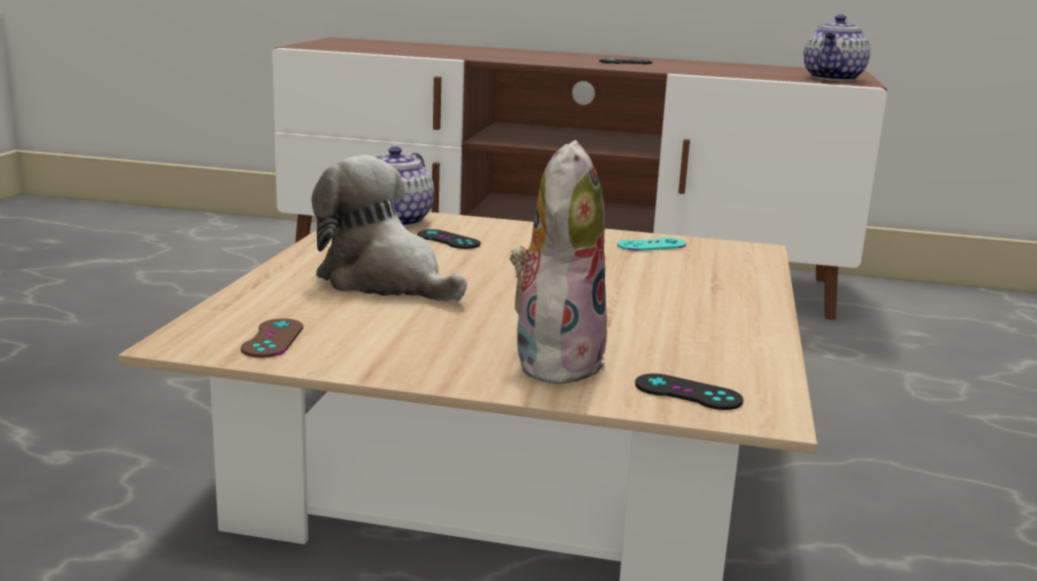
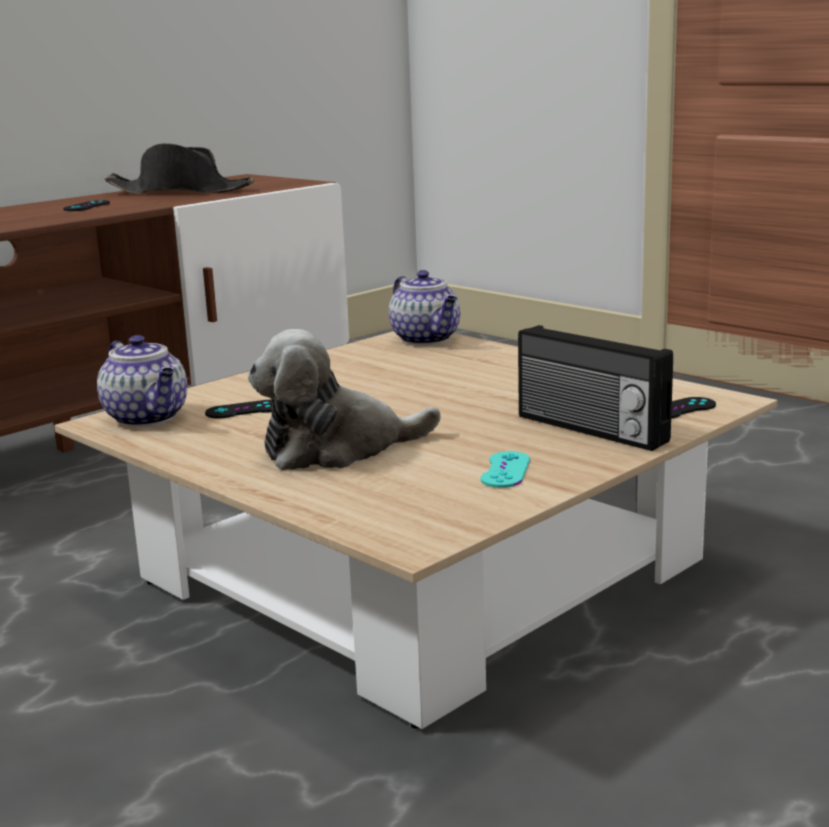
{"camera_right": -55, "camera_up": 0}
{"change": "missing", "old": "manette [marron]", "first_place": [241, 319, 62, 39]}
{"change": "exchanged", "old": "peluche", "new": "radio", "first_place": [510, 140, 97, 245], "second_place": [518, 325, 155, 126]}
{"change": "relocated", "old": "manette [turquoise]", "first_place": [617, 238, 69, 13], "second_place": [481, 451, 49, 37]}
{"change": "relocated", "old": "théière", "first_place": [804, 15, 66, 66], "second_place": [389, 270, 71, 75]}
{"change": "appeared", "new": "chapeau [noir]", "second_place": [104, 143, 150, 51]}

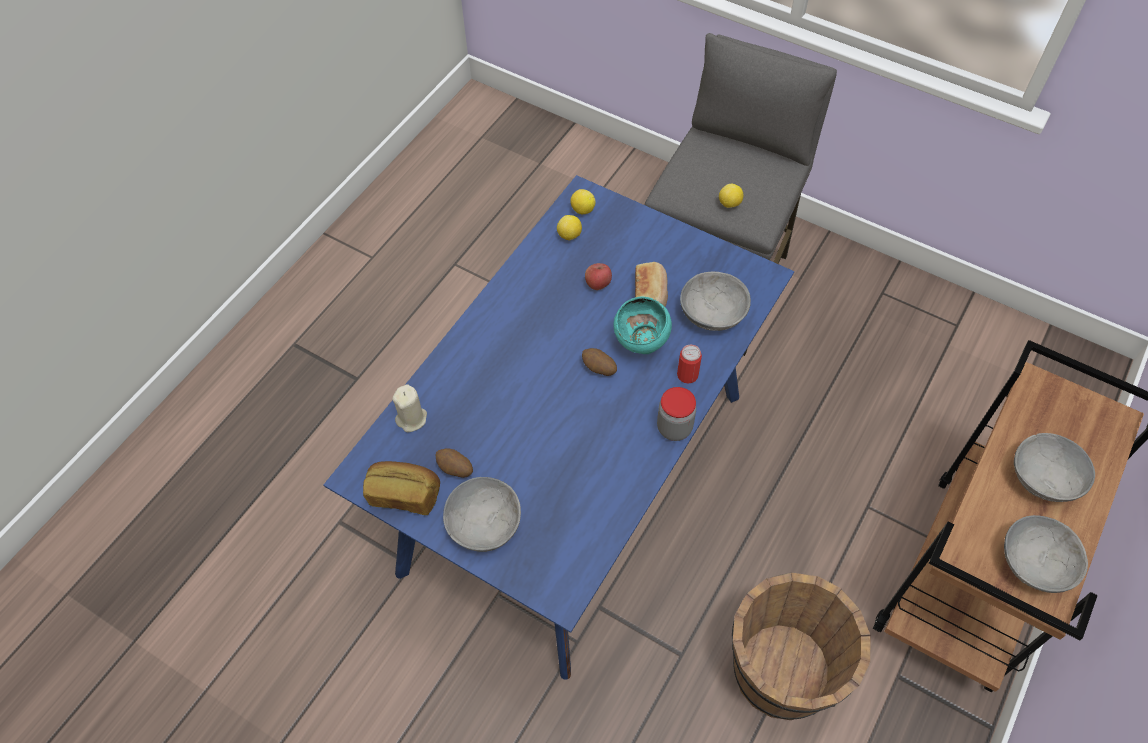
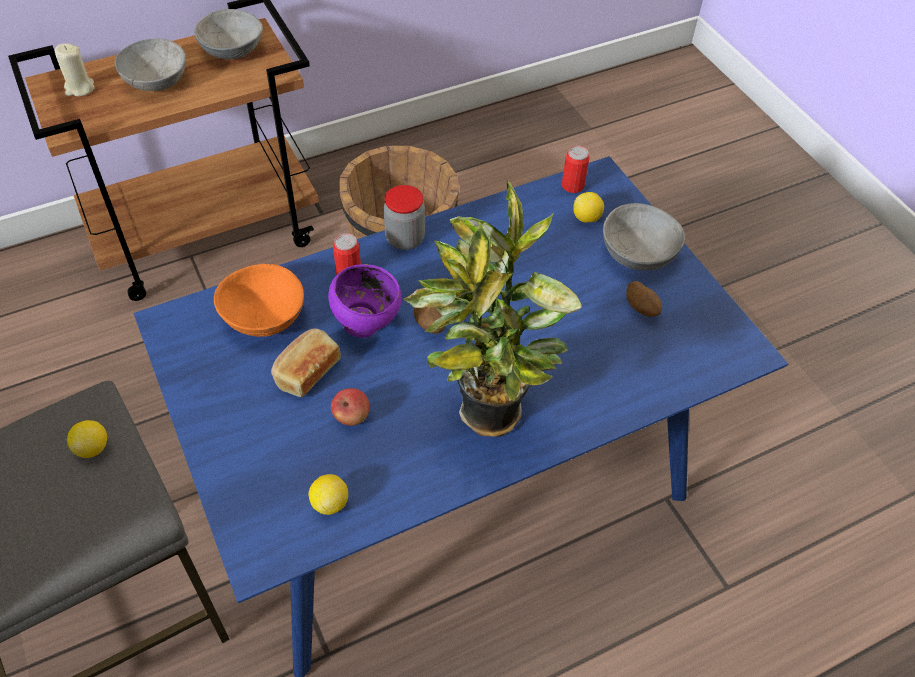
{"camera_right": -150, "camera_up": -5}
{"change": "missing", "old": "pain", "first_place": [363, 461, 77, 54]}
{"change": "relocated", "old": "bougie [beige]", "first_place": [392, 385, 35, 47], "second_place": [55, 43, 39, 53]}
{"change": "relocated", "old": "citron", "first_place": [570, 189, 26, 25], "second_place": [573, 192, 31, 30]}
{"change": "colour", "old": "bol [turquoise]", "new": "bol [violet]", "first_place": [613, 297, 59, 57], "second_place": [328, 264, 74, 74]}
{"change": "colour", "old": "bol [gris]", "new": "bol [orange]", "first_place": [680, 272, 71, 59], "second_place": [214, 264, 90, 73]}
{"change": "appeared", "new": "plante en pot", "second_place": [403, 180, 179, 257]}
{"change": "appeared", "new": "boîte métallique", "second_place": [562, 145, 28, 48]}

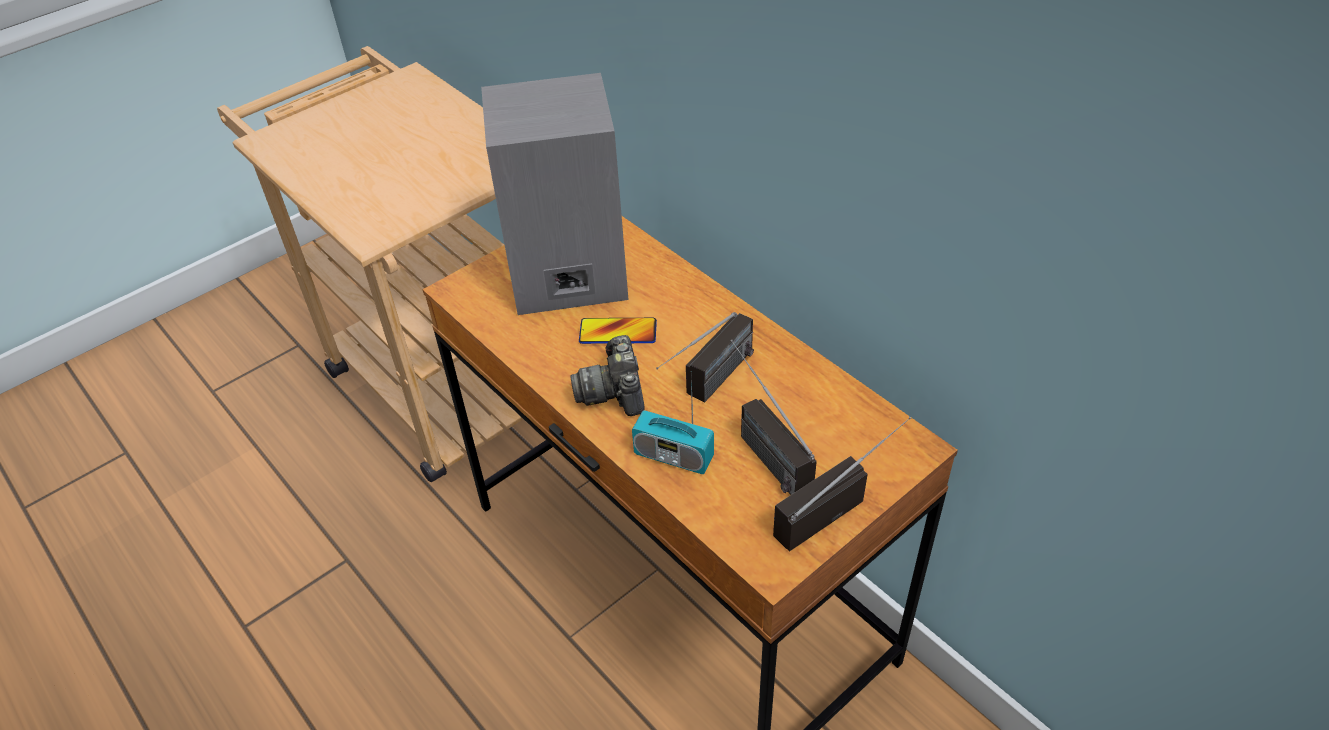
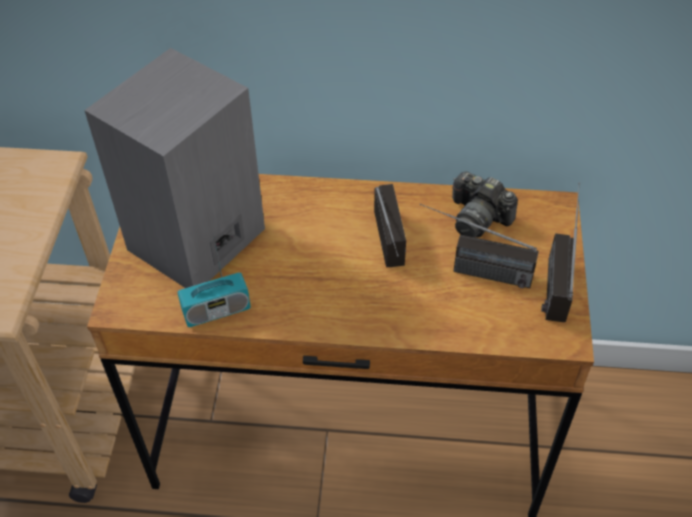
{"camera_right": -45, "camera_up": 5}
{"change": "relocated", "old": "appareil photo", "first_place": [570, 335, 75, 81], "second_place": [452, 171, 66, 66]}
{"change": "missing", "old": "téléphone", "first_place": [579, 318, 78, 26]}
{"change": "relocated", "old": "radio", "first_place": [632, 376, 82, 98], "second_place": [177, 238, 74, 89]}

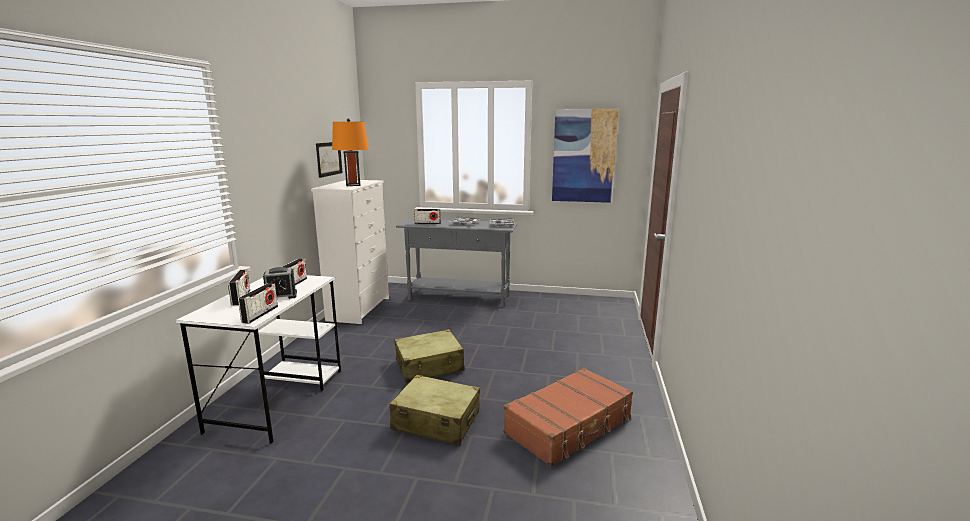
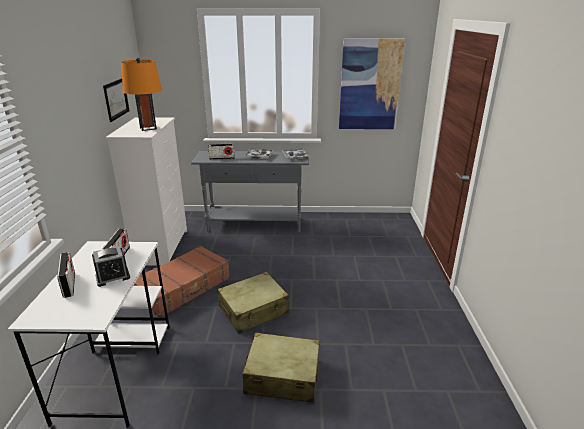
{"camera_right": -10, "camera_up": 10}
{"change": "missing", "old": "radio", "first_place": [238, 283, 40, 41]}
{"change": "relocated", "old": "valise [marron]", "first_place": [503, 368, 130, 99], "second_place": [134, 246, 96, 71]}

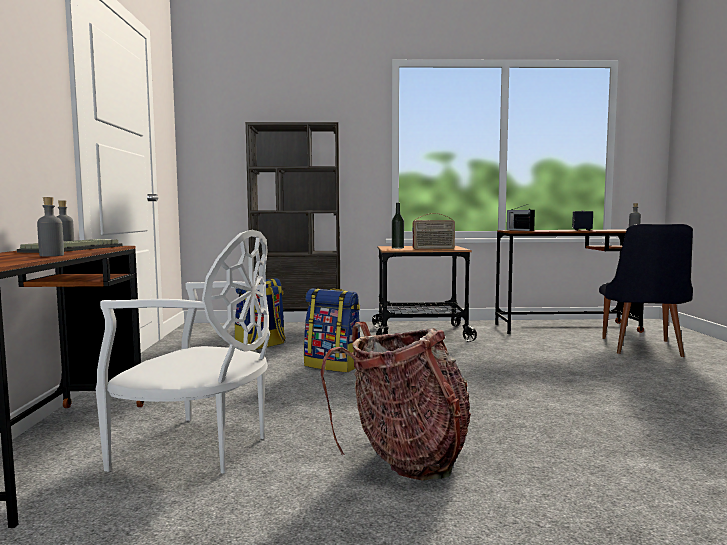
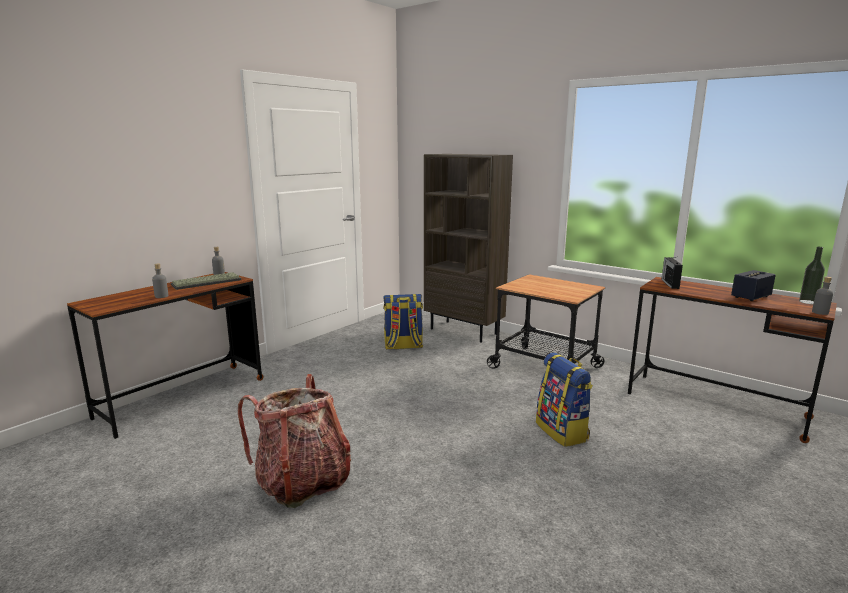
{"camera_right": 40, "camera_up": 10}
{"change": "missing", "old": "chaise [blanc]", "first_place": [96, 230, 174, 244]}
{"change": "relocated", "old": "sac à dos", "first_place": [304, 289, 56, 84], "second_place": [536, 352, 57, 95]}
{"change": "relocated", "old": "bouteille", "first_place": [392, 203, 12, 46], "second_place": [799, 247, 26, 57]}
{"change": "missing", "old": "radio", "first_place": [412, 213, 43, 36]}
{"change": "missing", "old": "chaise [noir]", "first_place": [599, 224, 94, 133]}

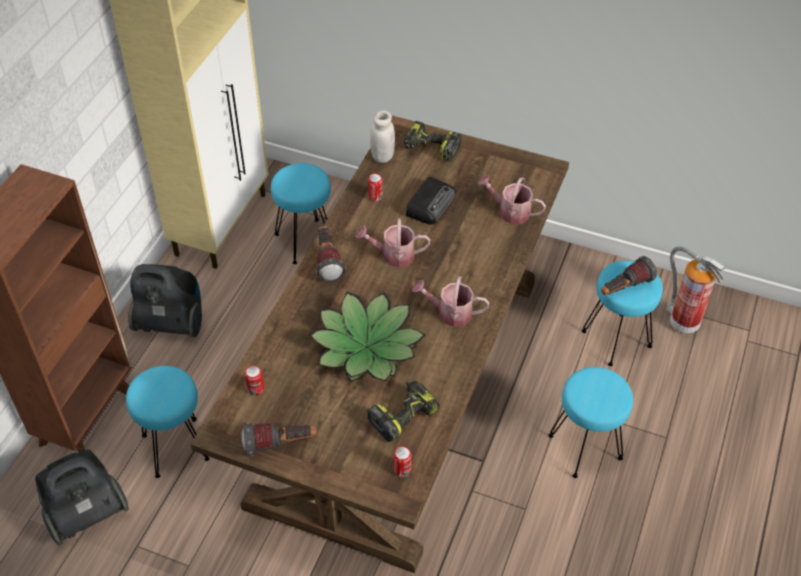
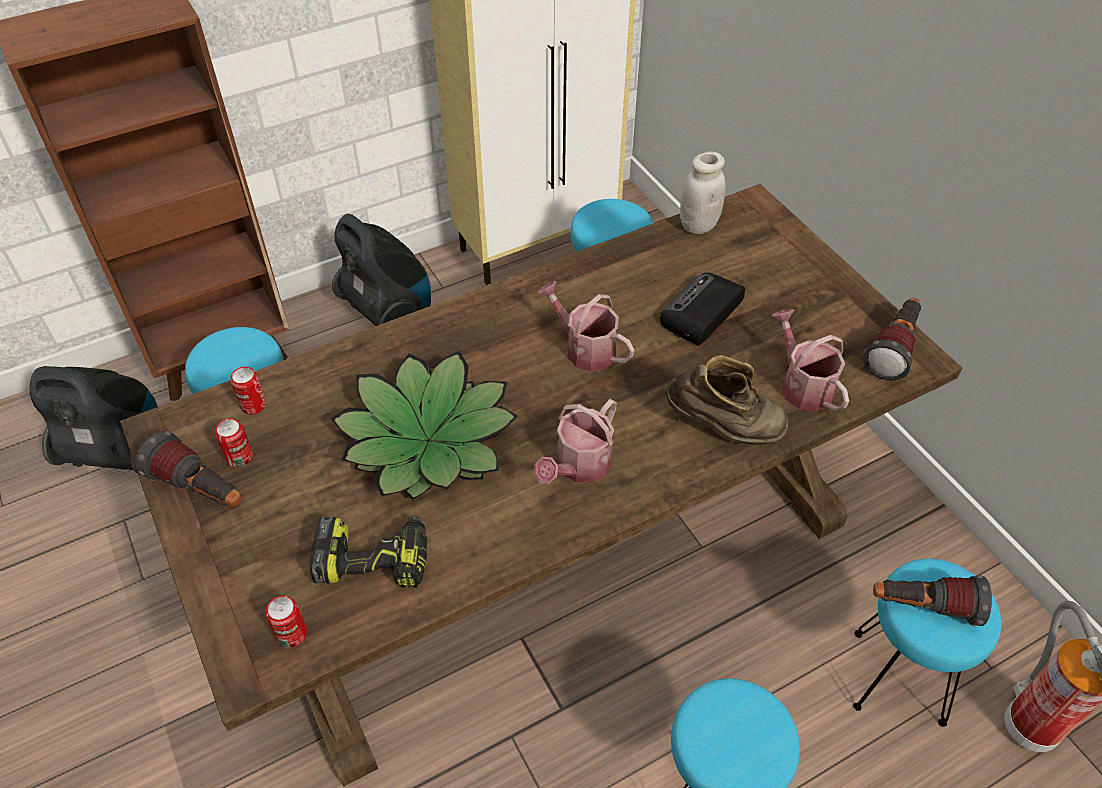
{"camera_right": 40, "camera_up": 0}
{"change": "relocated", "old": "lampe de poche", "first_place": [316, 226, 30, 56], "second_place": [863, 298, 58, 83]}
{"change": "relocated", "old": "boîte métallique", "first_place": [368, 173, 15, 28], "second_place": [215, 418, 38, 49]}
{"change": "missing", "old": "perceuse", "first_place": [404, 121, 57, 41]}
{"change": "spun", "old": "radio", "first_place": [406, 177, 50, 47], "second_place": [660, 272, 85, 74], "degrees": 150}
{"change": "spun", "old": "arrosoir", "first_place": [412, 276, 77, 51], "second_place": [534, 399, 83, 85], "degrees": -105}
{"change": "appeared", "new": "botte [marron]", "second_place": [666, 355, 122, 90]}

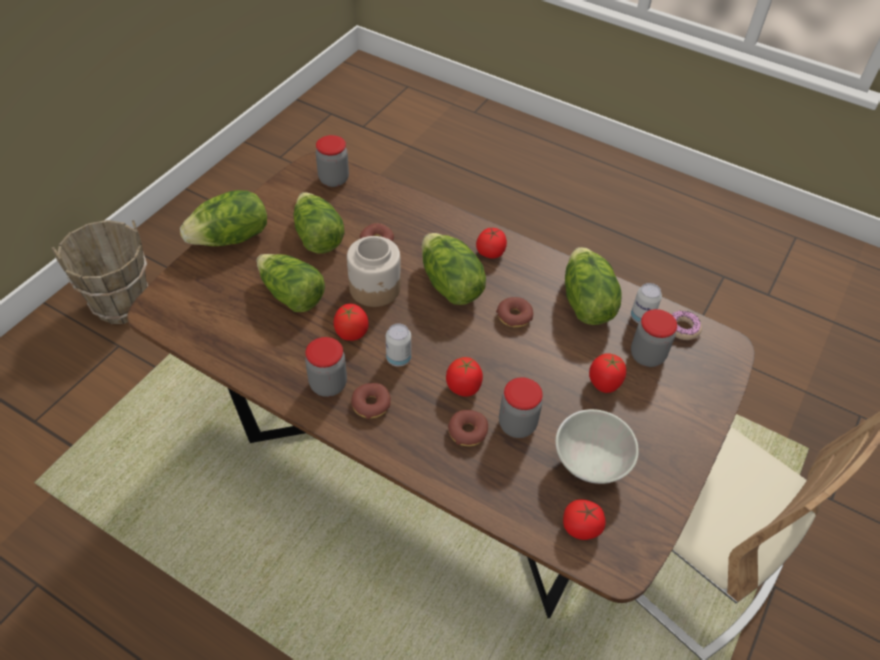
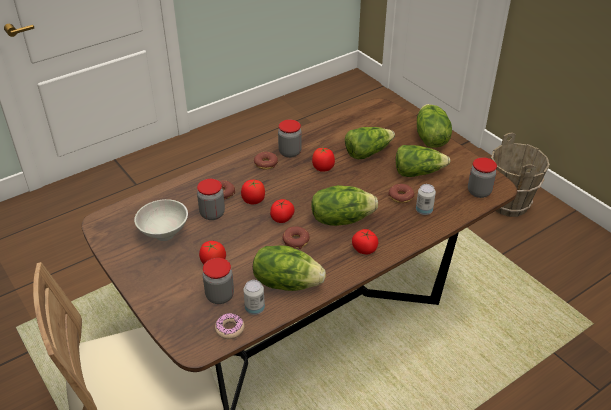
{"camera_right": 115, "camera_up": -10}
{"change": "missing", "old": "bocal", "first_place": [347, 236, 54, 71]}
{"change": "relocated", "old": "boîte métallique", "first_place": [386, 323, 25, 44], "second_place": [416, 184, 20, 31]}
{"change": "relocated", "old": "tomate", "first_place": [563, 499, 43, 41], "second_place": [270, 199, 25, 24]}

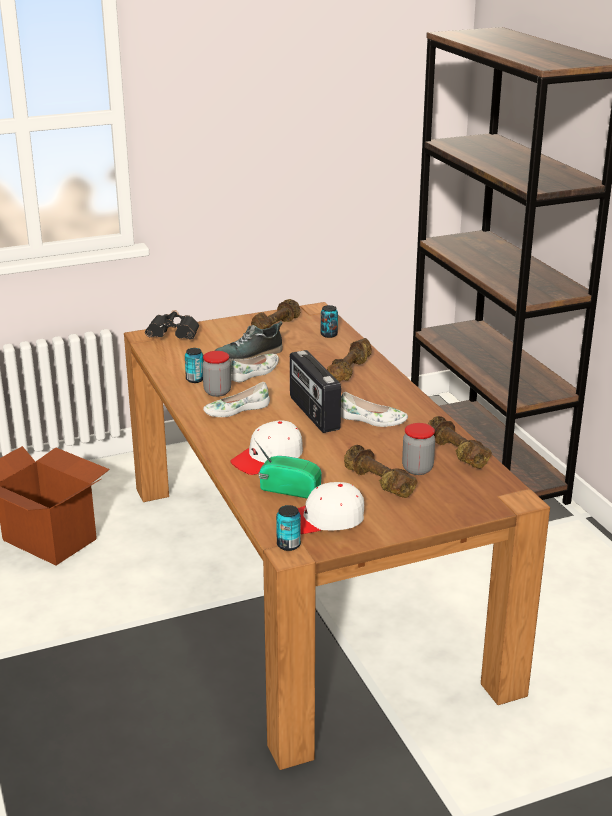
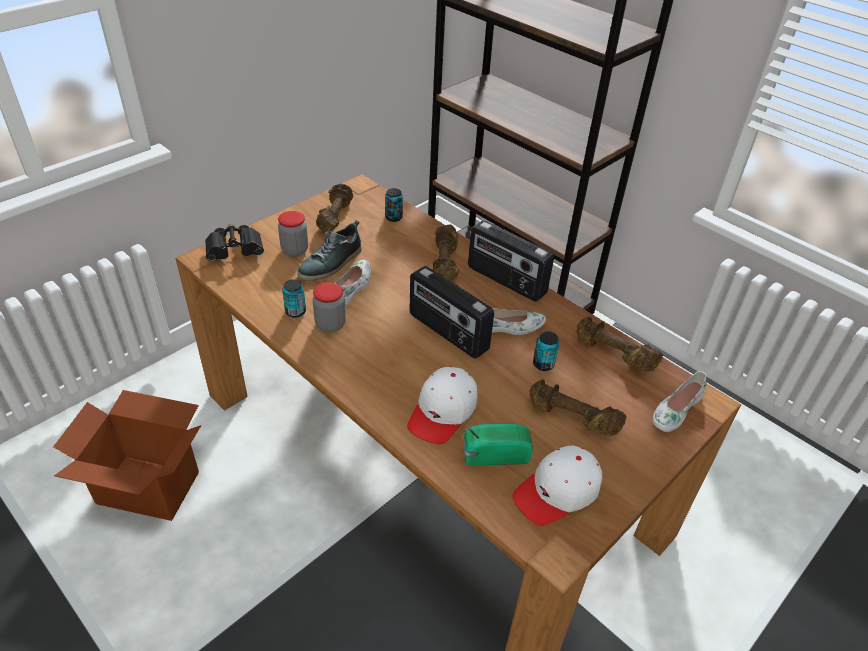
{"camera_right": -25, "camera_up": 15}
{"change": "relocated", "old": "chaussure [blanc]", "first_place": [203, 382, 67, 35], "second_place": [653, 371, 54, 61]}
{"change": "relocated", "old": "boîte métallique", "first_place": [276, 505, 25, 46], "second_place": [533, 331, 26, 40]}
{"change": "relocated", "old": "bocal", "first_place": [402, 423, 33, 52], "second_place": [278, 211, 30, 46]}
{"change": "appeared", "new": "radio", "second_place": [468, 220, 86, 82]}

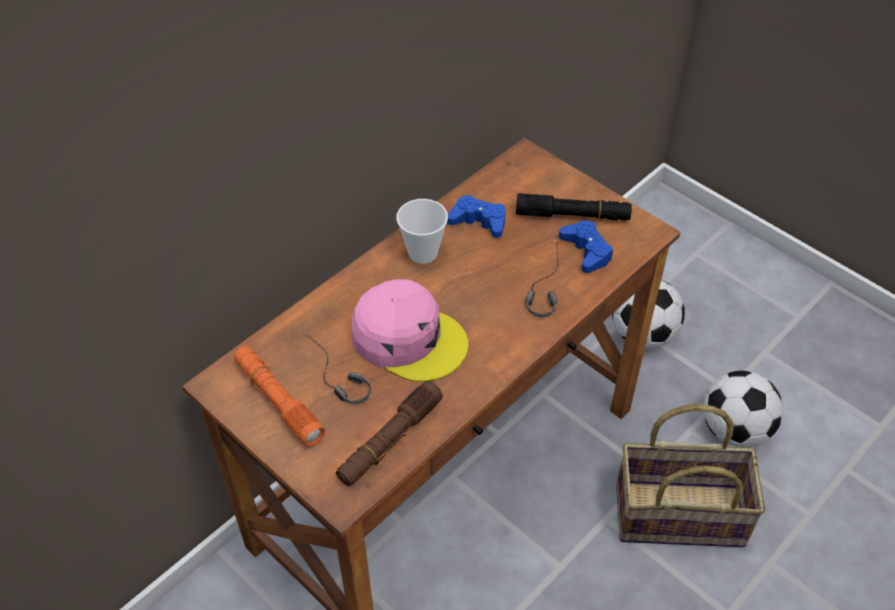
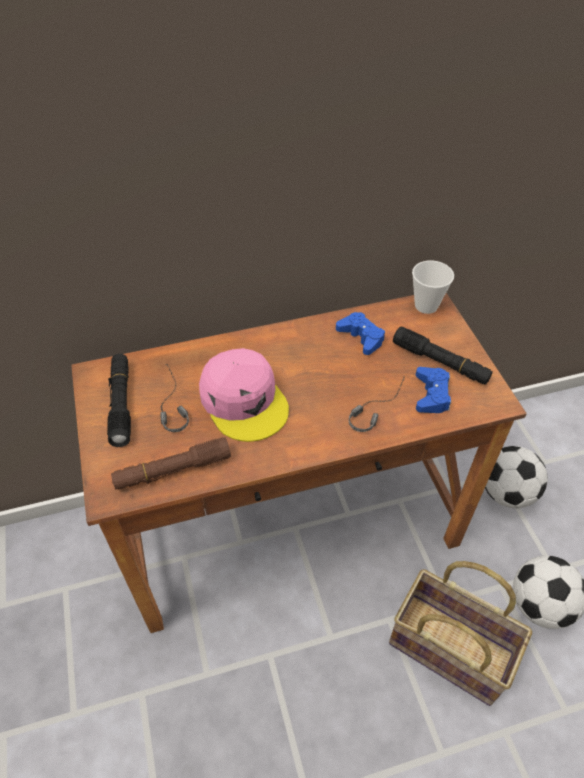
{"camera_right": 30, "camera_up": 0}
{"change": "colour", "old": "lampe de poche [orange]", "new": "lampe de poche [noir]", "first_place": [234, 346, 91, 101], "second_place": [107, 354, 24, 93]}
{"change": "relocated", "old": "tasse", "first_place": [396, 199, 52, 65], "second_place": [412, 260, 42, 54]}

